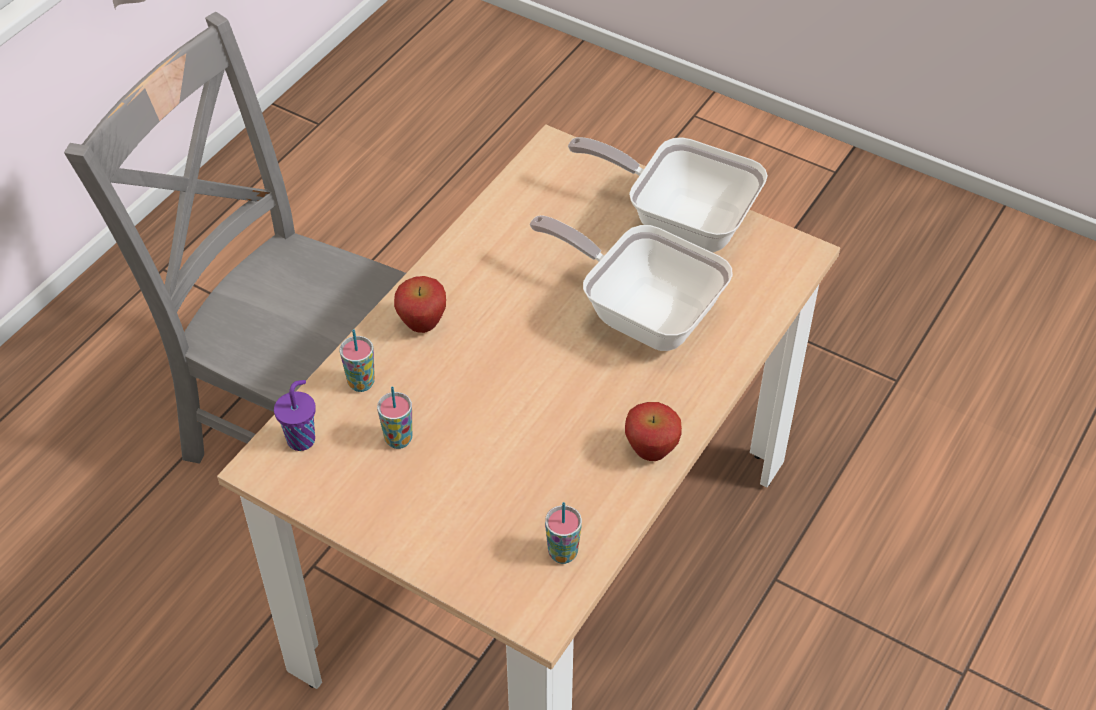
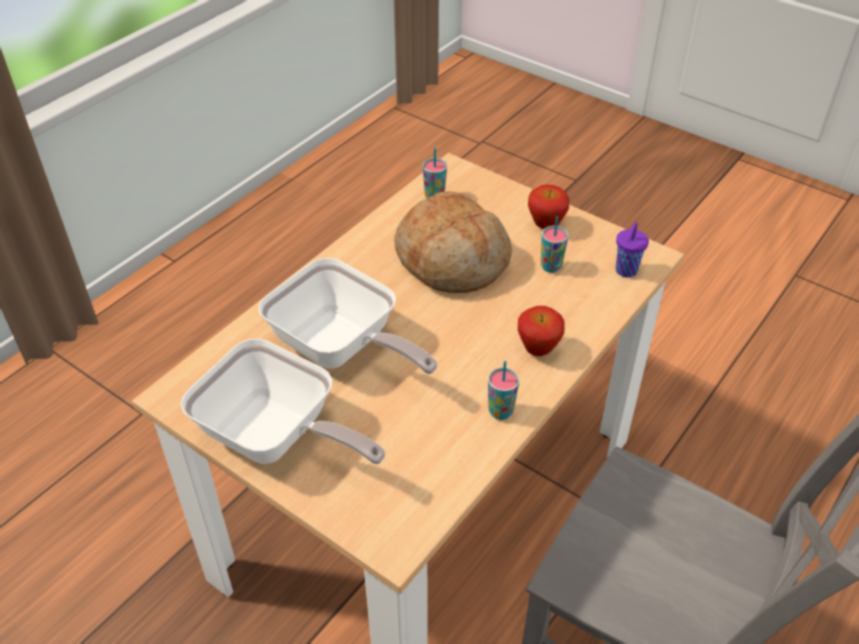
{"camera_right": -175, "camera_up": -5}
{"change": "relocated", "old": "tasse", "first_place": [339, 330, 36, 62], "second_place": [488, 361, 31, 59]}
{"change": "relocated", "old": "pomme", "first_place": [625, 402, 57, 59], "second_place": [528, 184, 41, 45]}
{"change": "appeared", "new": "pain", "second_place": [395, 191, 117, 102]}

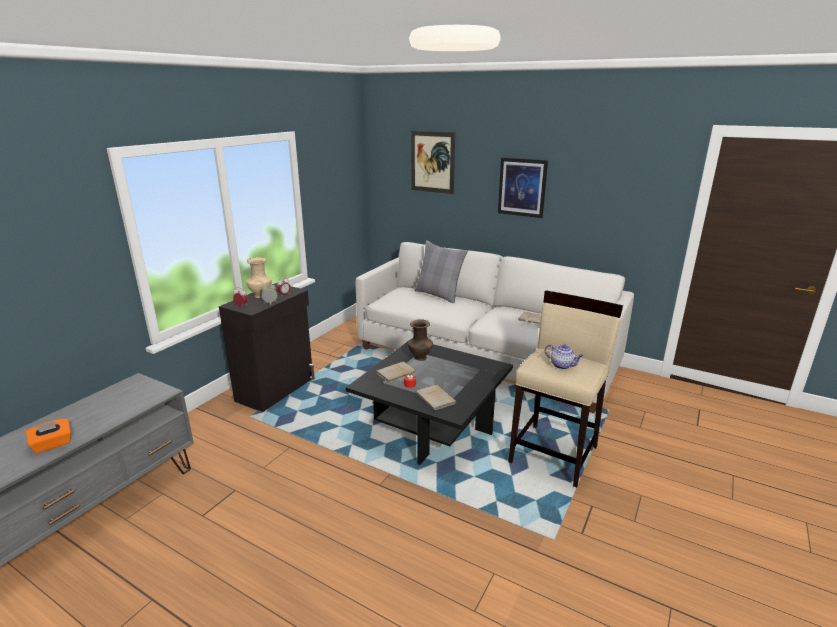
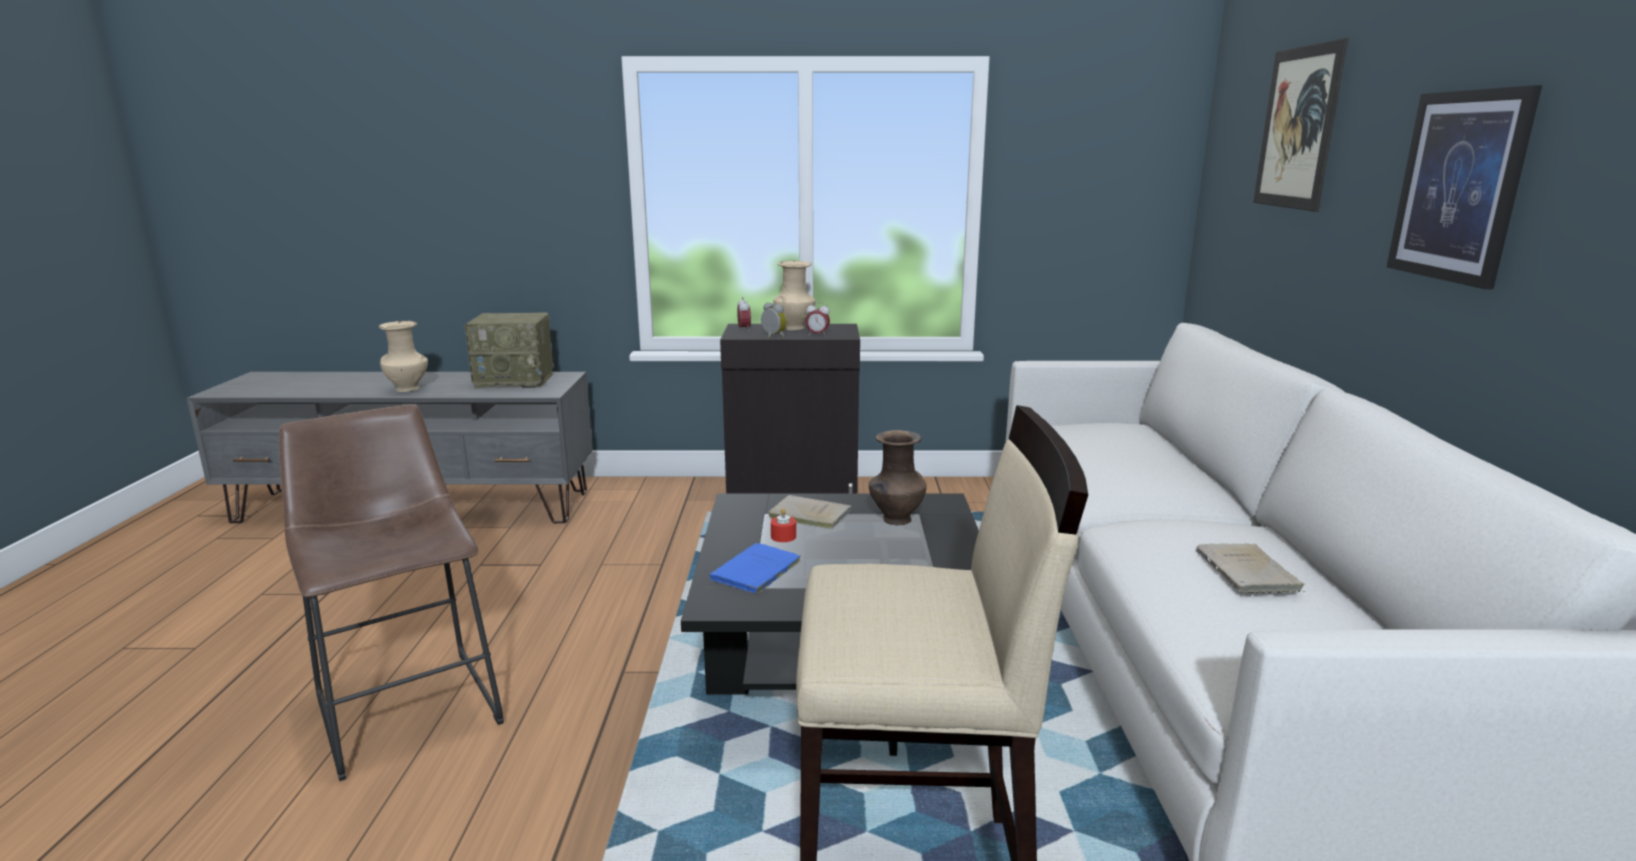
{"camera_right": 60, "camera_up": -5}
{"change": "exchanged", "old": "boîte à mouchoirs [orange]", "new": "vase [beige]", "first_place": [26, 419, 45, 35], "second_place": [379, 321, 49, 71]}
{"change": "missing", "old": "coussin [gris]", "first_place": [414, 240, 54, 63]}
{"change": "colour", "old": "livre [beige]", "new": "livre [bleu]", "first_place": [416, 385, 41, 25], "second_place": [709, 543, 92, 51]}
{"change": "missing", "old": "théière", "first_place": [545, 344, 38, 25]}
{"change": "appeared", "new": "tabouret [marron]", "second_place": [279, 404, 225, 377]}
{"change": "appeared", "new": "radio", "second_place": [464, 312, 89, 77]}

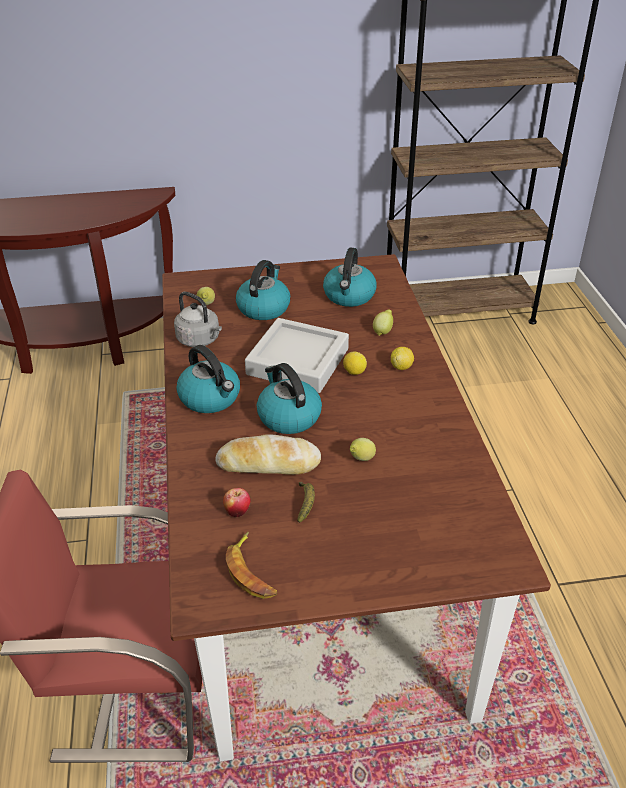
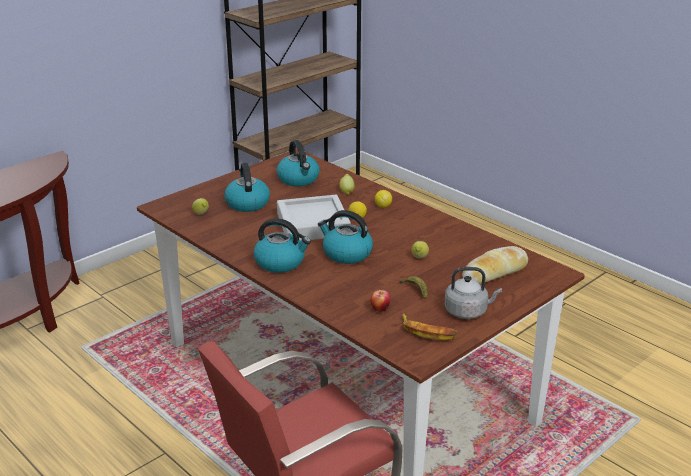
{"camera_right": -35, "camera_up": -10}
{"change": "relocated", "old": "bouilloire [gris]", "first_place": [174, 292, 48, 55], "second_place": [445, 267, 57, 52]}
{"change": "relocated", "old": "pain", "first_place": [215, 434, 106, 41], "second_place": [462, 246, 66, 38]}

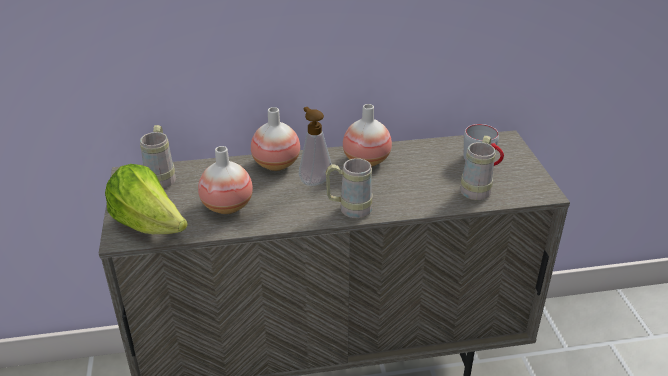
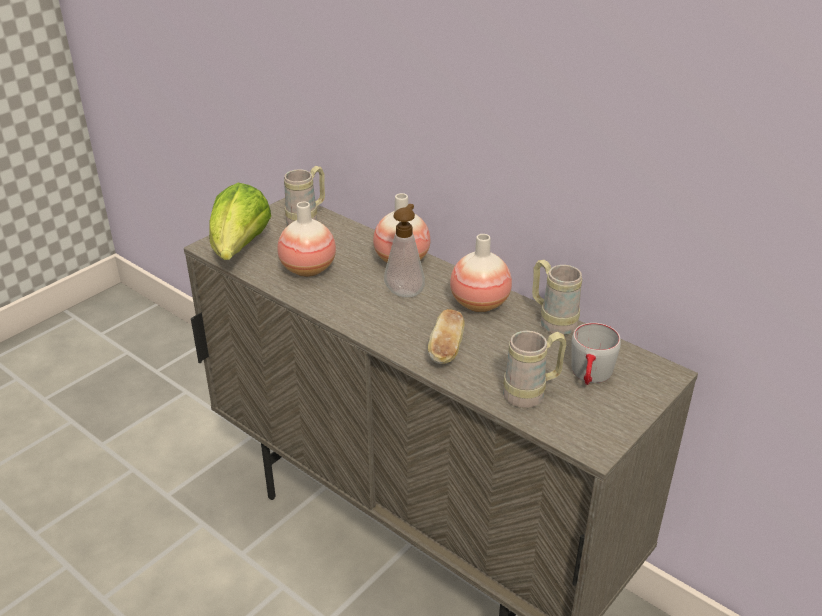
{"camera_right": 50, "camera_up": 0}
{"change": "relocated", "old": "mug [beige]", "first_place": [326, 158, 47, 61], "second_place": [532, 260, 50, 75]}
{"change": "appeared", "new": "pain", "second_place": [427, 309, 38, 55]}

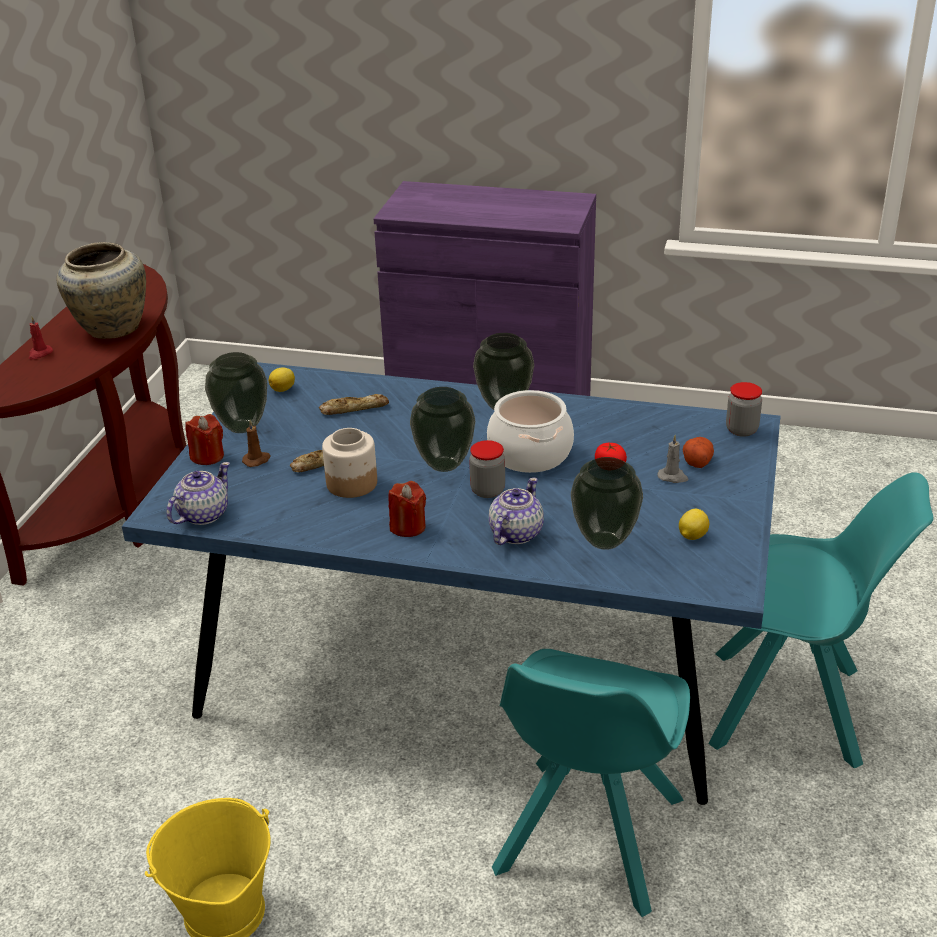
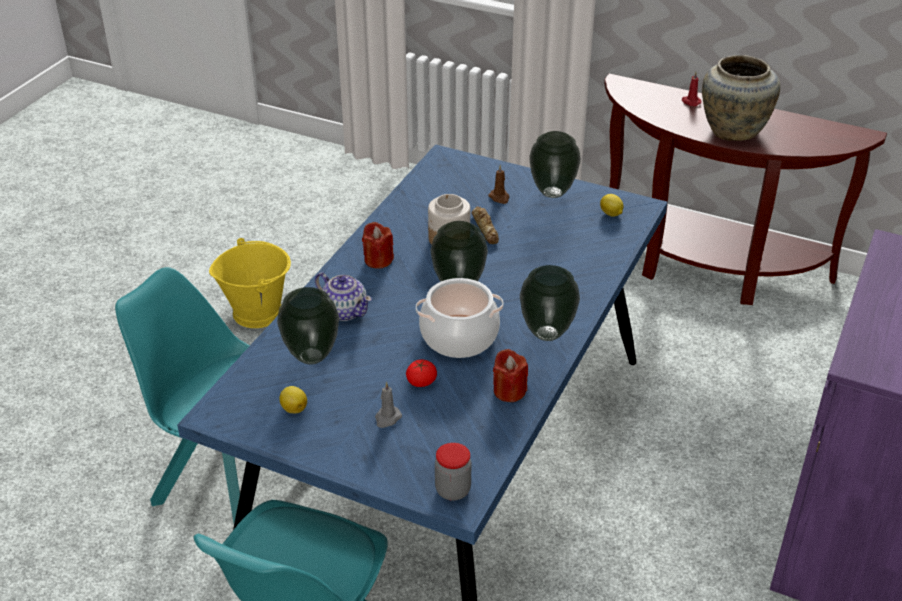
{"camera_right": 100, "camera_up": 5}
{"change": "missing", "old": "théière", "first_place": [166, 462, 64, 63]}
{"change": "relocated", "old": "bougie [rouge]", "first_place": [185, 414, 39, 51], "second_place": [493, 349, 35, 53]}
{"change": "missing", "old": "pain", "first_place": [319, 394, 70, 21]}
{"change": "missing", "old": "bocal", "first_place": [469, 440, 36, 58]}
{"change": "missing", "old": "pomme de terre", "first_place": [683, 437, 31, 31]}

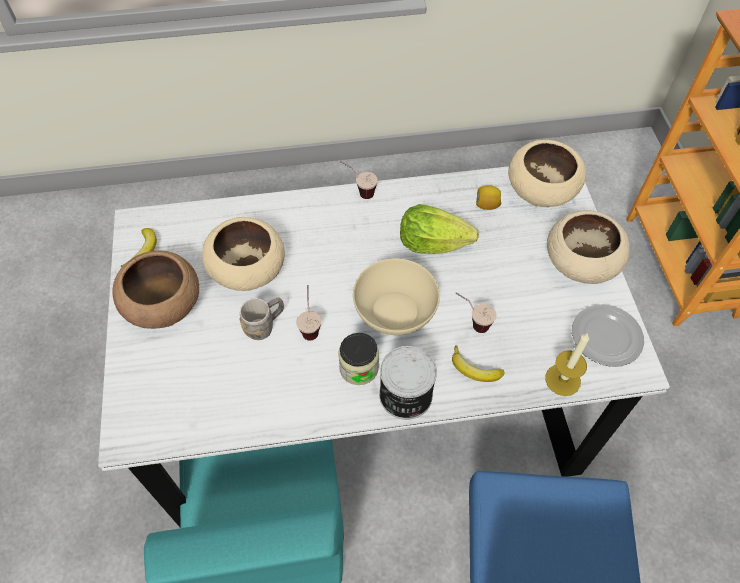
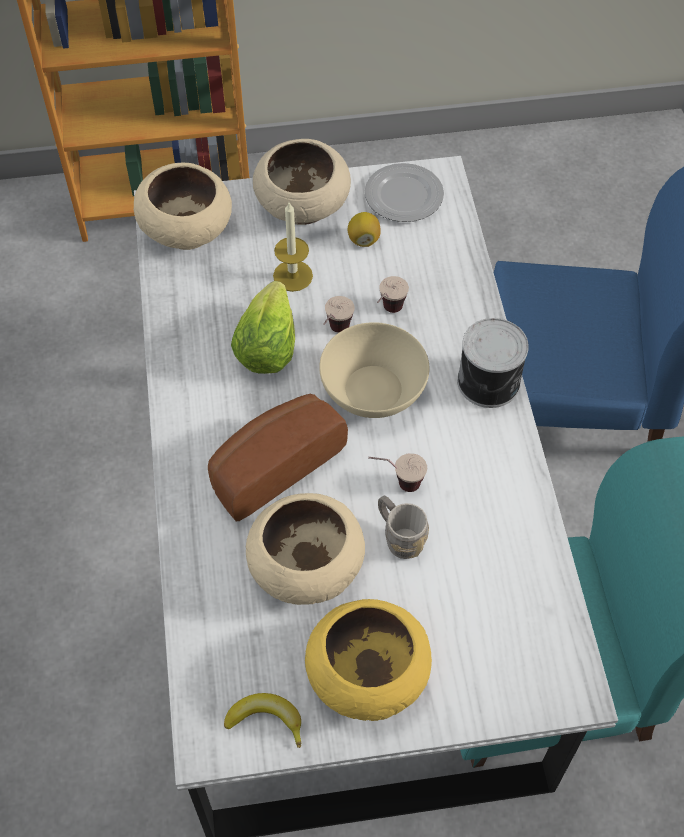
{"camera_right": -90, "camera_up": 0}
{"change": "colour", "old": "bol [marron]", "new": "bol [jaune]", "first_place": [112, 251, 87, 78], "second_place": [305, 599, 127, 122]}
{"change": "missing", "old": "bocal", "first_place": [338, 333, 41, 52]}
{"change": "relocated", "old": "tasse", "first_place": [340, 161, 38, 38], "second_place": [323, 296, 32, 37]}
{"change": "missing", "old": "banane", "first_place": [452, 345, 53, 37]}
{"change": "relocated", "old": "citron", "first_place": [476, 185, 25, 25], "second_place": [348, 212, 33, 35]}
{"change": "relocated", "old": "bougie", "first_place": [545, 333, 44, 63], "second_place": [273, 202, 40, 90]}
{"change": "appeared", "new": "pain", "second_place": [208, 394, 140, 128]}

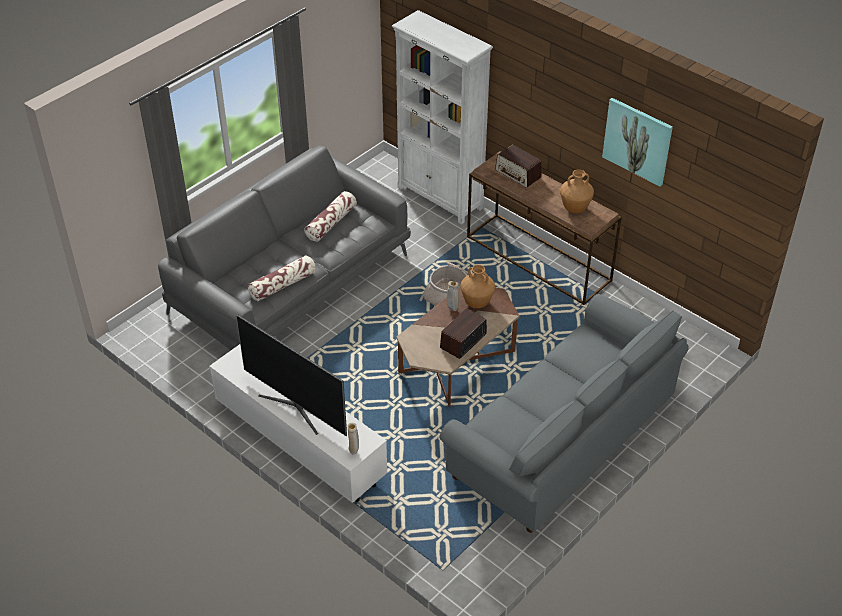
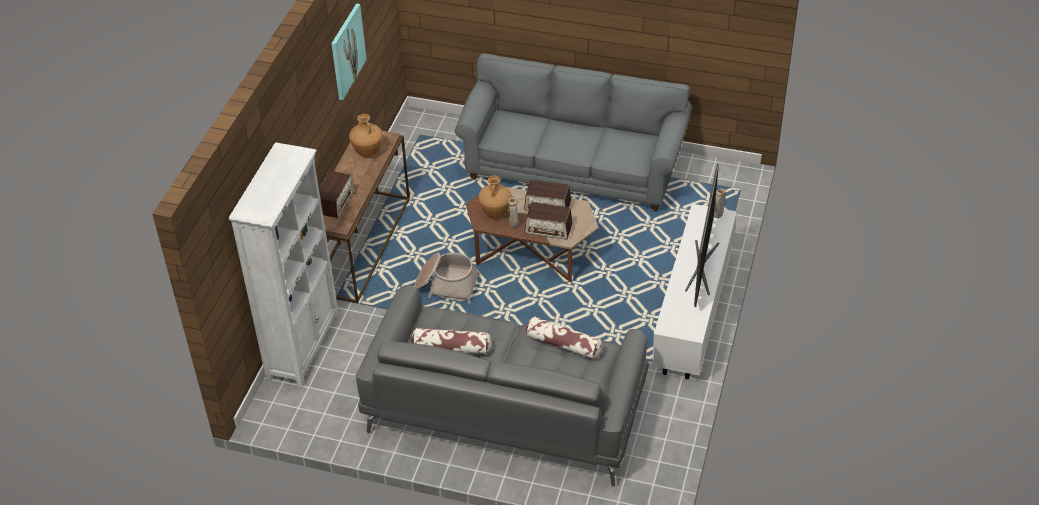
{"camera_right": -115, "camera_up": 0}
{"change": "appeared", "new": "radio", "second_place": [524, 202, 49, 38]}

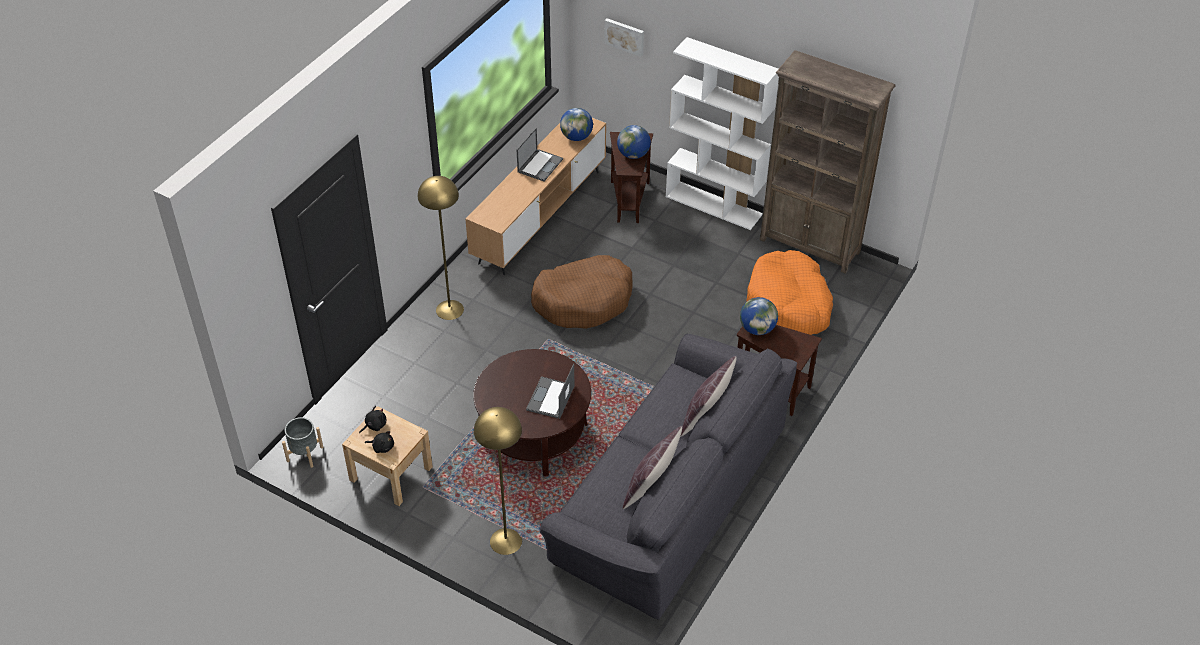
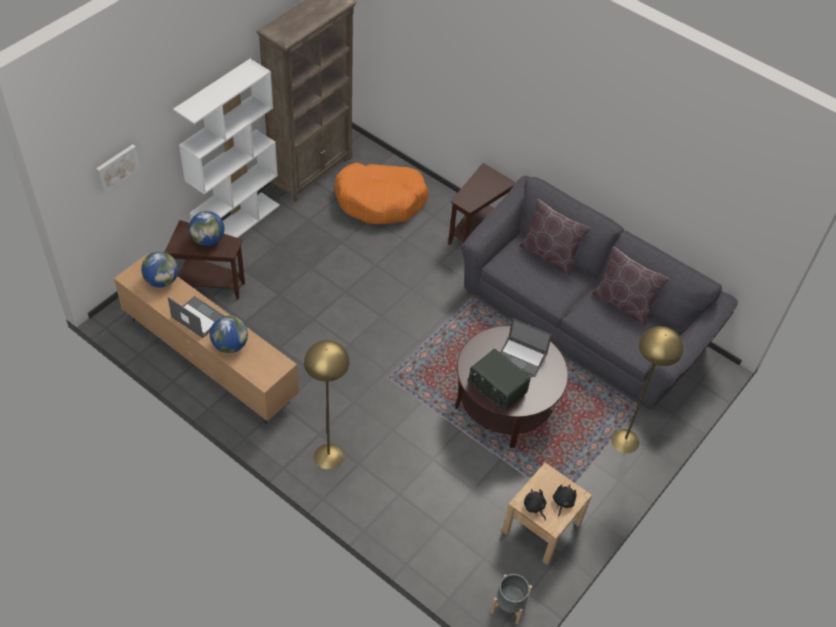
{"camera_right": -85, "camera_up": 5}
{"change": "missing", "old": "panier pour chien [marron]", "first_place": [531, 255, 102, 74]}
{"change": "relocated", "old": "globe", "first_place": [740, 297, 38, 38], "second_place": [210, 316, 38, 37]}
{"change": "appeared", "new": "radio", "second_place": [469, 349, 61, 63]}

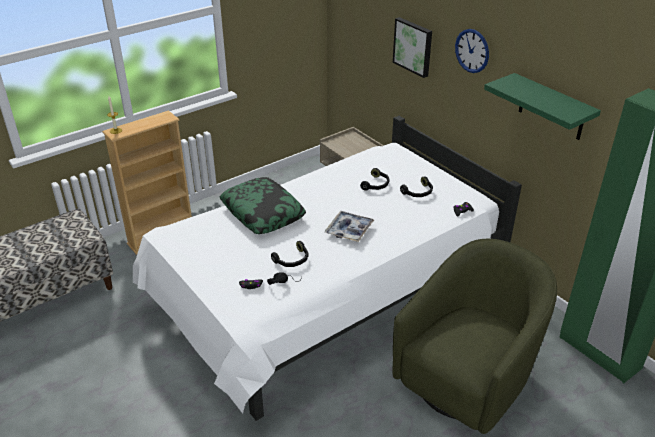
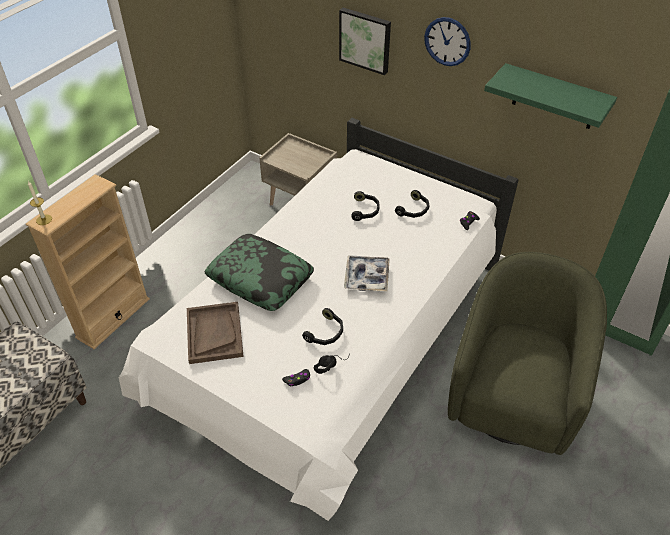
{"camera_right": -20, "camera_up": 10}
{"change": "appeared", "new": "plateau [marron]", "second_place": [187, 302, 57, 62]}

